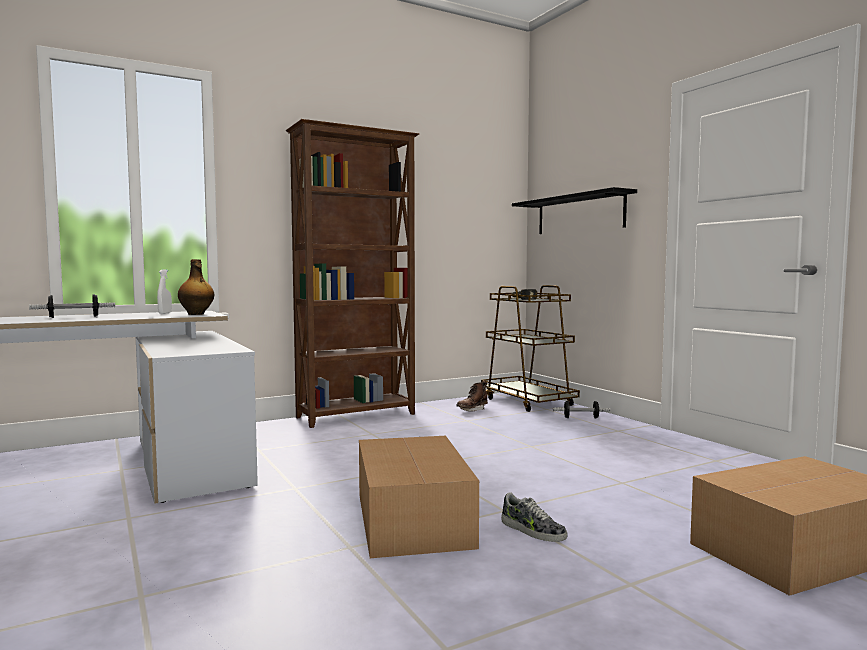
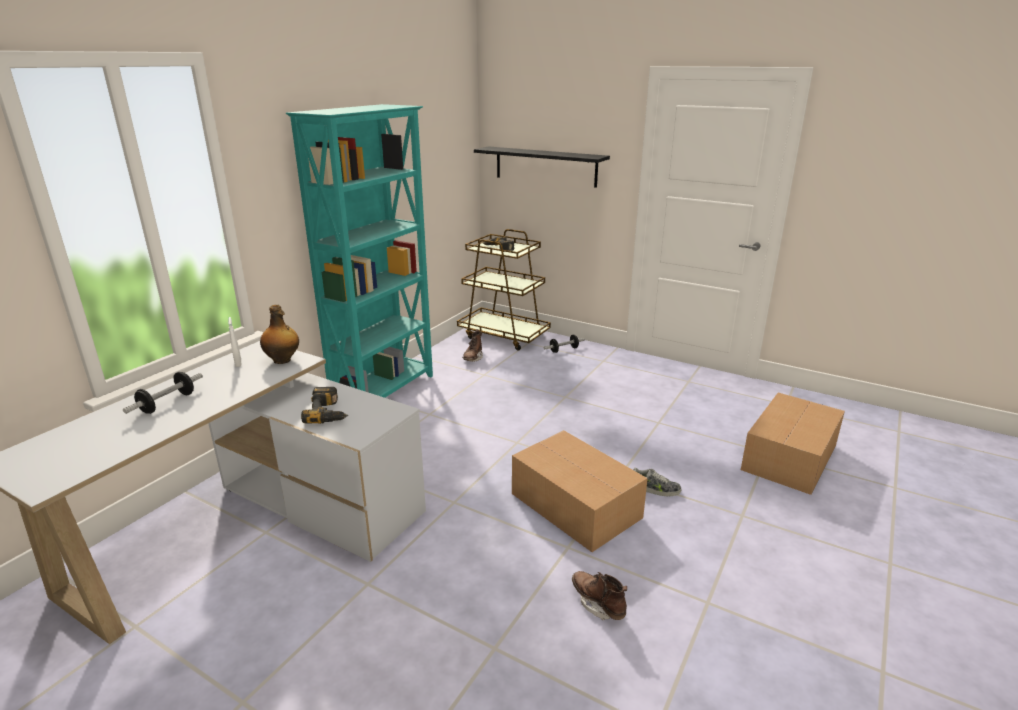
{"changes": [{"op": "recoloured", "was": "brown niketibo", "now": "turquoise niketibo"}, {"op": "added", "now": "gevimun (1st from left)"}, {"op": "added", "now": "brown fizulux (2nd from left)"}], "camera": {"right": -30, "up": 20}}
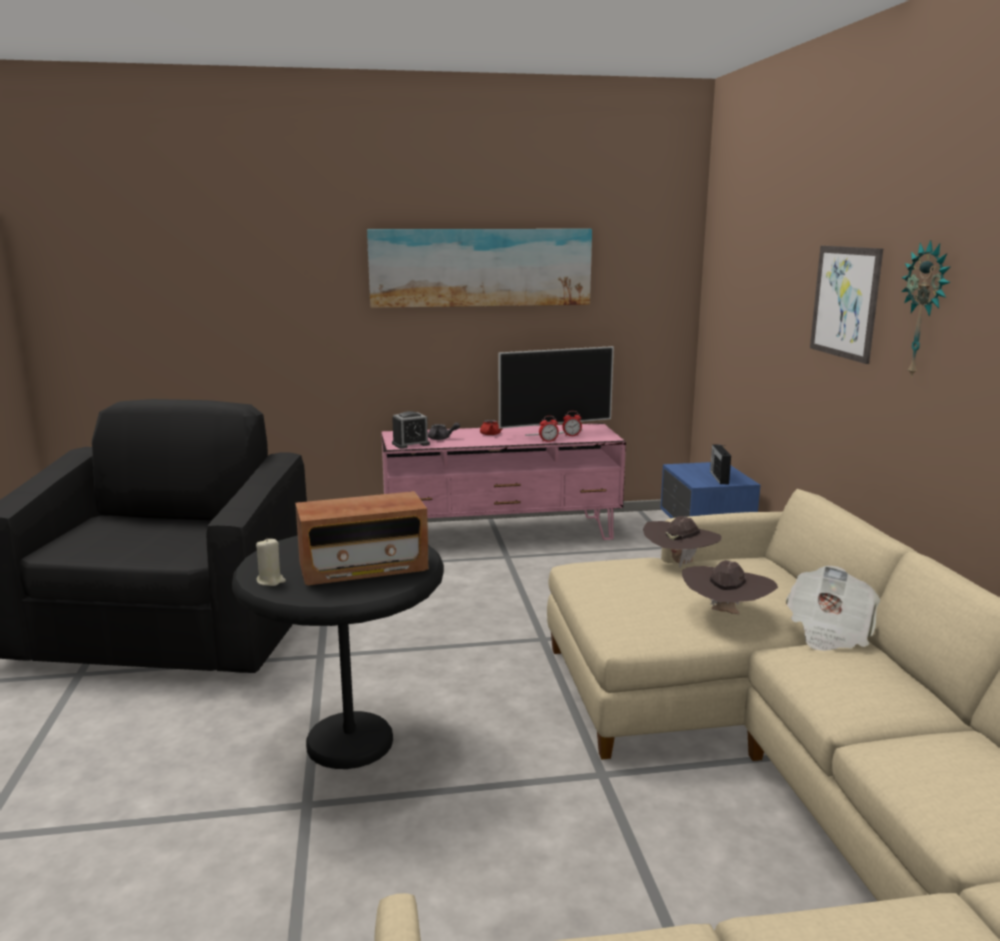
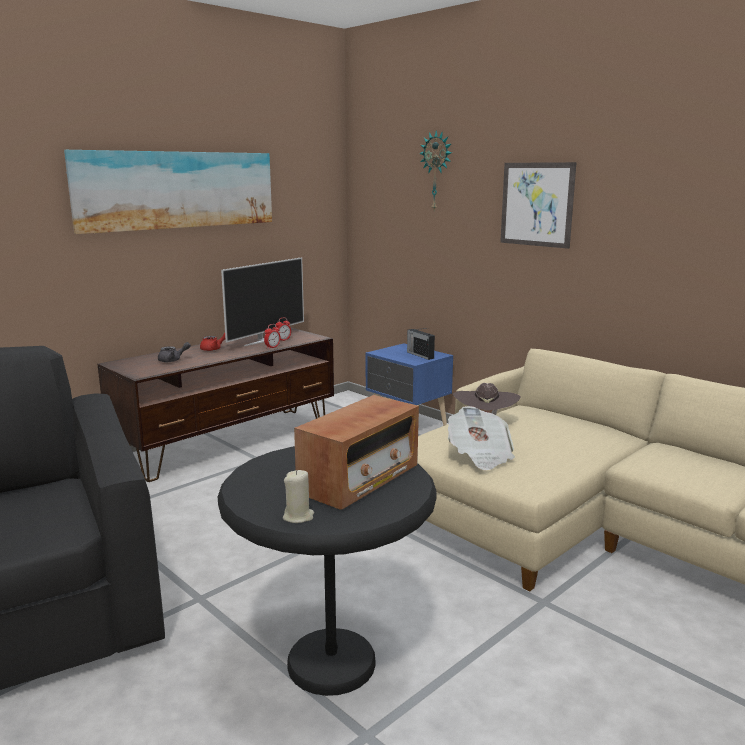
{"changes": [{"op": "moved", "was": "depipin"}, {"op": "removed", "was": "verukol (1st from left)"}, {"op": "recoloured", "was": "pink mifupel", "now": "brown mifupel"}, {"op": "removed", "was": "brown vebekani (2nd from left)"}, {"op": "moved", "was": "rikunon"}], "camera": {"right": -35, "up": 0}}
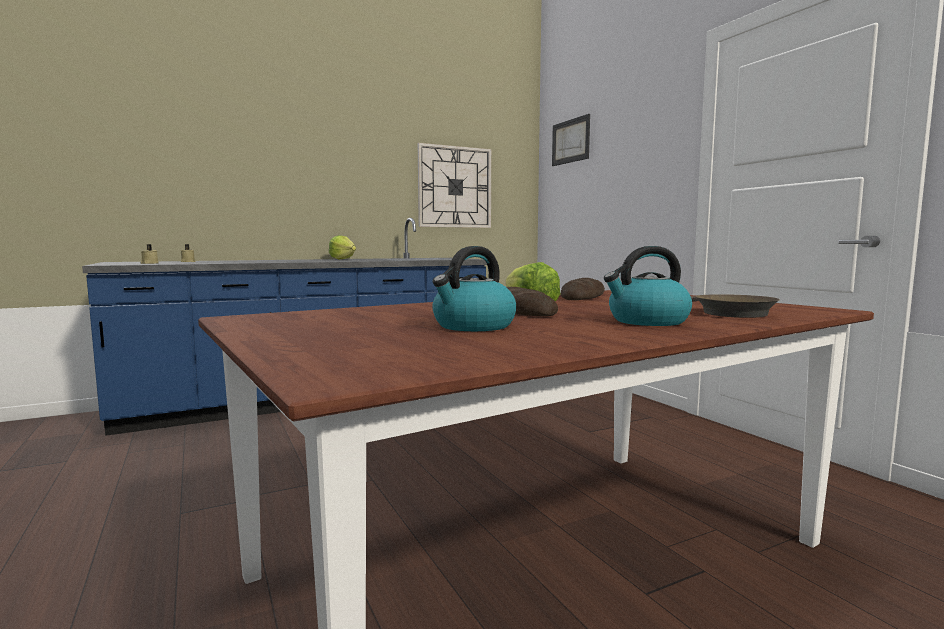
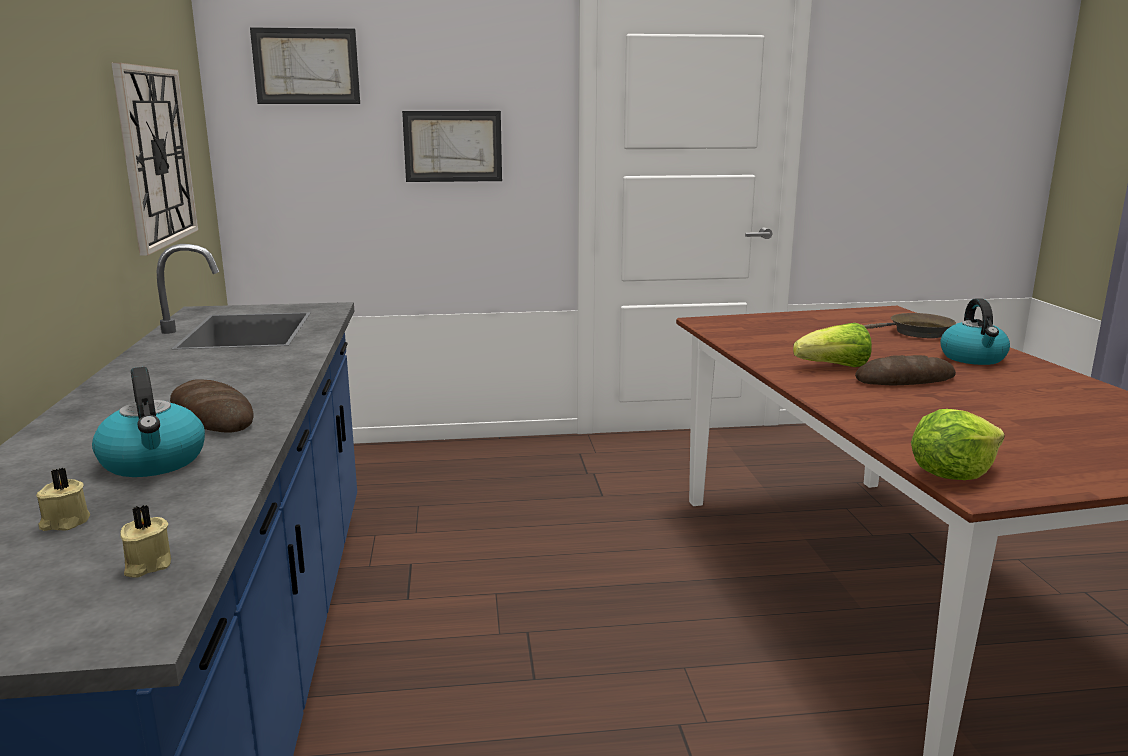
{"changes": [{"op": "moved", "was": "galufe (1st from left in the first image)", "now": "galufe (2nd from left)"}, {"op": "moved", "was": "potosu (1st from left)"}, {"op": "moved", "was": "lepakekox (2nd from left in the first image)", "now": "lepakekox (1st from left)"}, {"op": "added", "now": "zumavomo (2nd from left)"}], "camera": {"right": -70, "up": 10}}
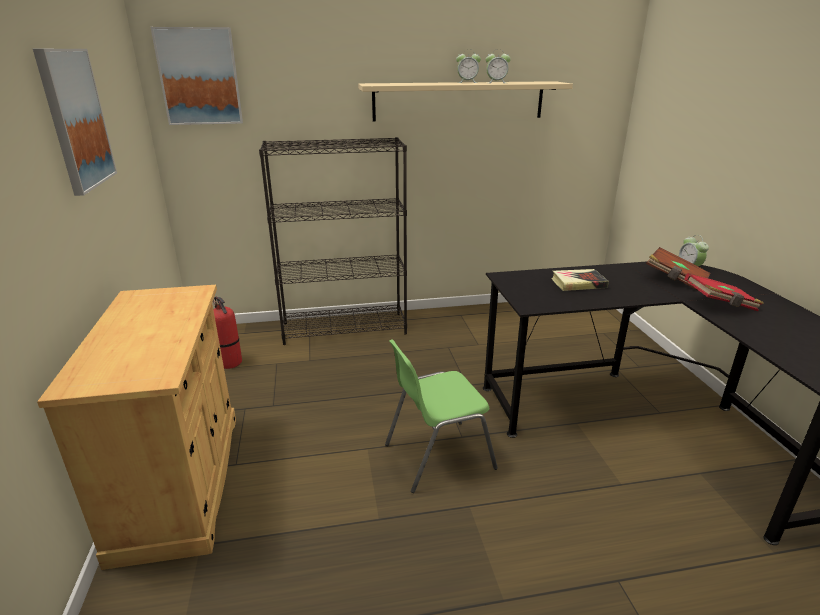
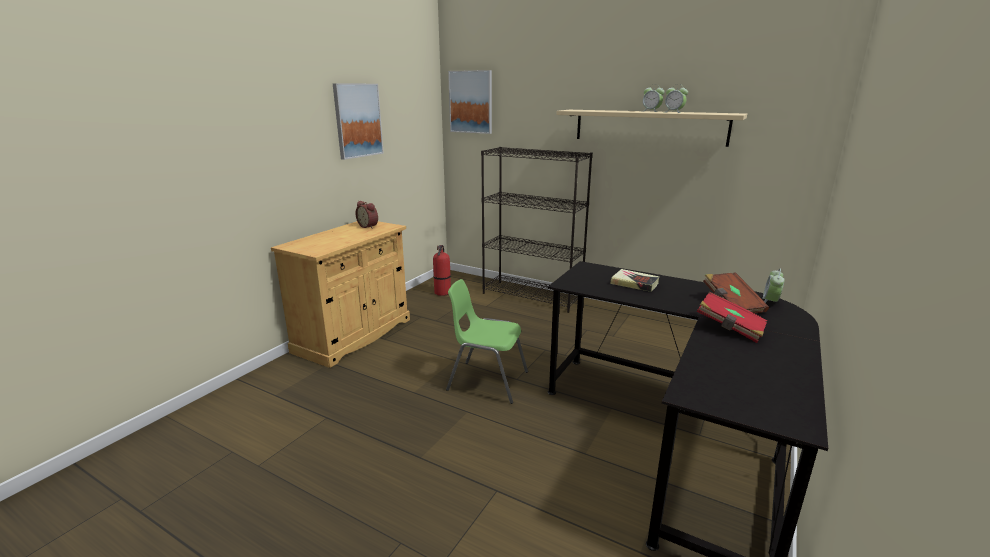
{"changes": [{"op": "added", "now": "verukol (1st from left)"}], "camera": {"right": 40, "up": -5}}
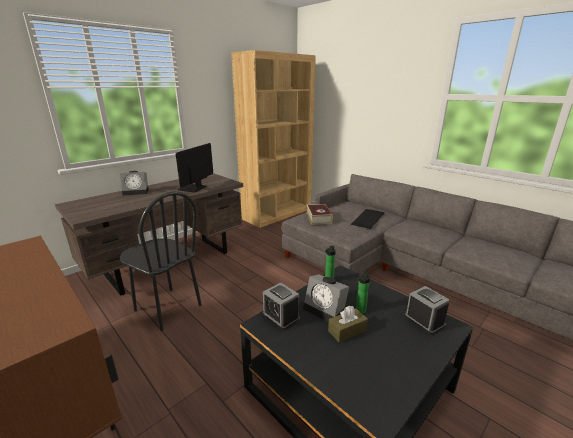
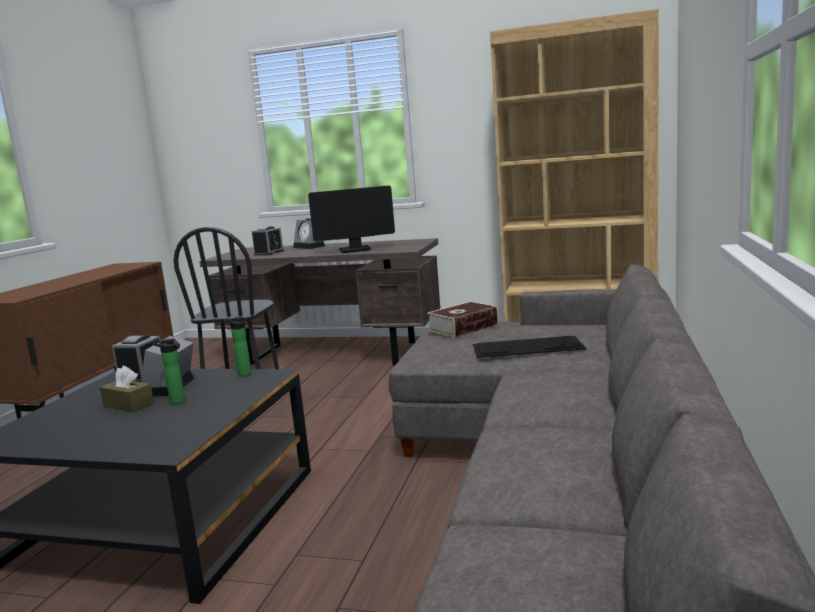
{"changes": [{"op": "moved", "was": "verukol (4th from left in the first image)", "now": "verukol (3rd from left)"}], "camera": {"right": 60, "up": -10}}
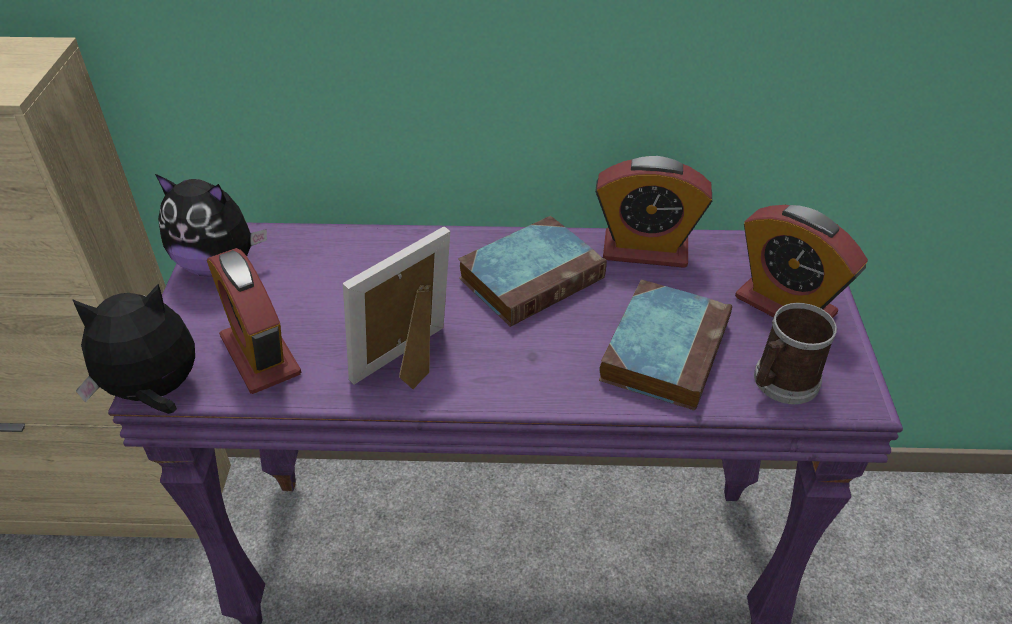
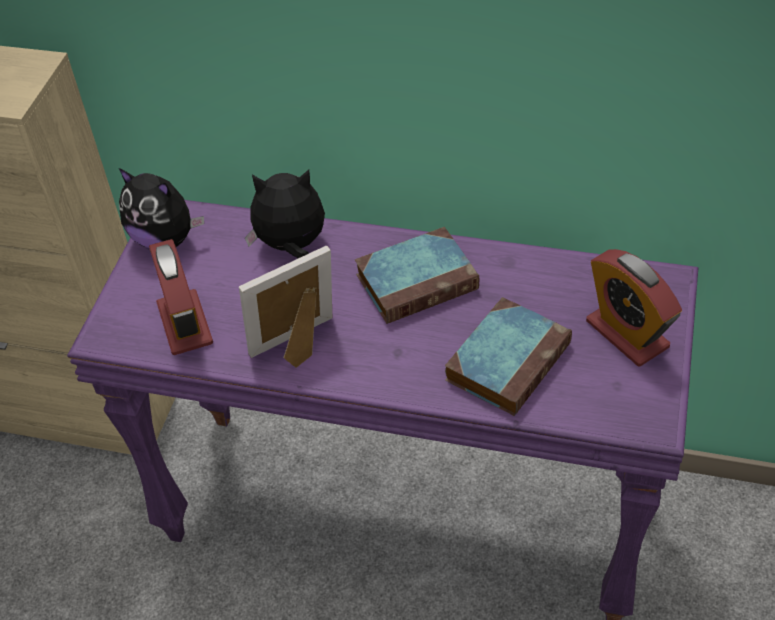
{"changes": [{"op": "removed", "was": "verukol (2nd from left)"}, {"op": "moved", "was": "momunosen (1st from left in the first image)", "now": "momunosen (2nd from left)"}, {"op": "removed", "was": "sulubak"}], "camera": {"right": 15, "up": 5}}
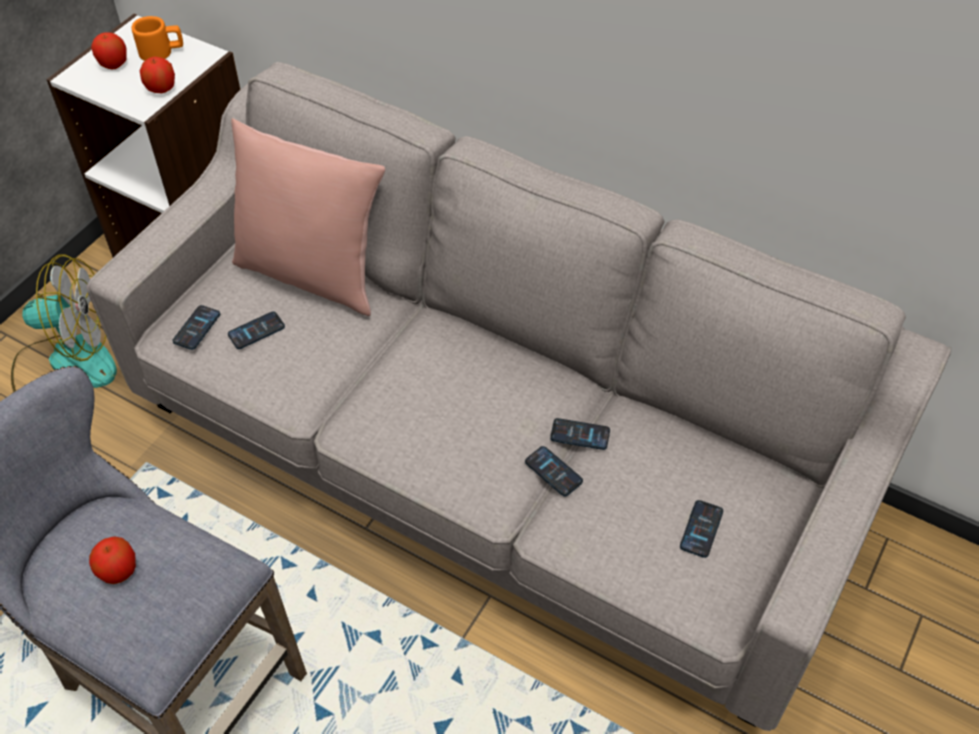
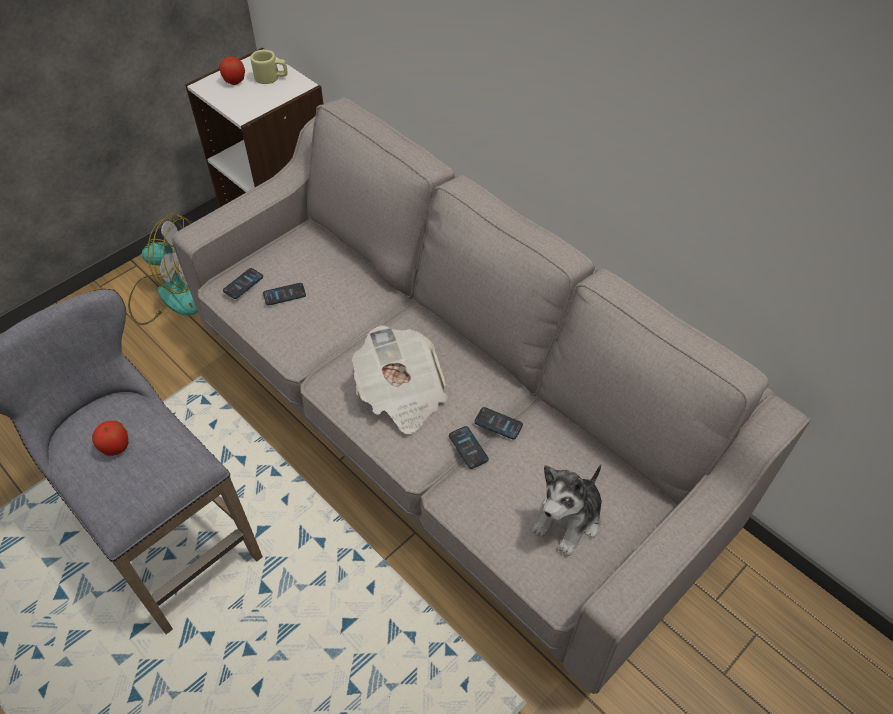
{"changes": [{"op": "recoloured", "was": "orange sulubak", "now": "beige sulubak"}, {"op": "removed", "was": "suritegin (3rd from left)"}, {"op": "removed", "was": "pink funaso"}, {"op": "replaced", "was": "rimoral (5th from left)", "now": "momunosen"}, {"op": "added", "now": "rikunon"}], "camera": {"right": 15, "up": 0}}
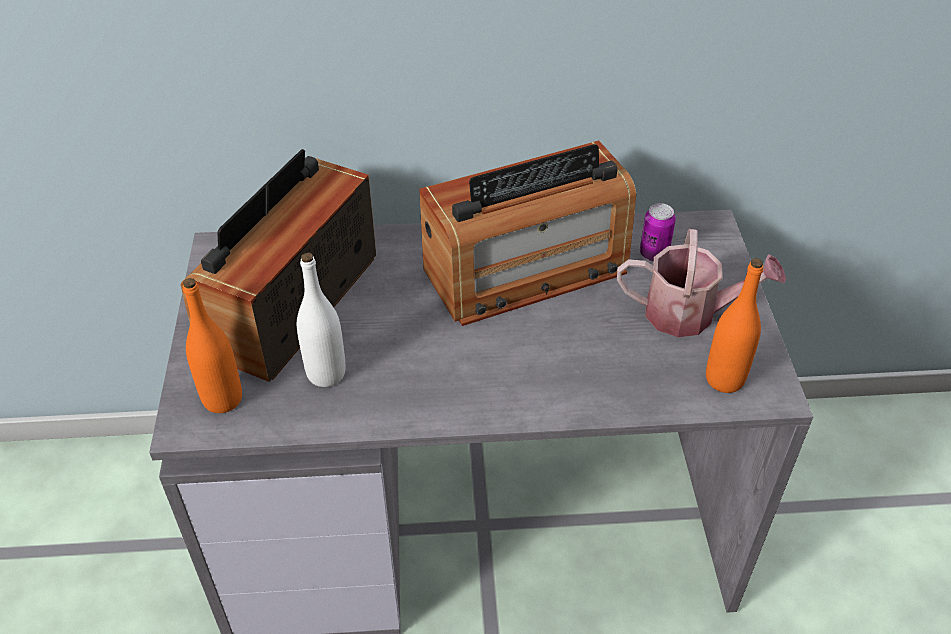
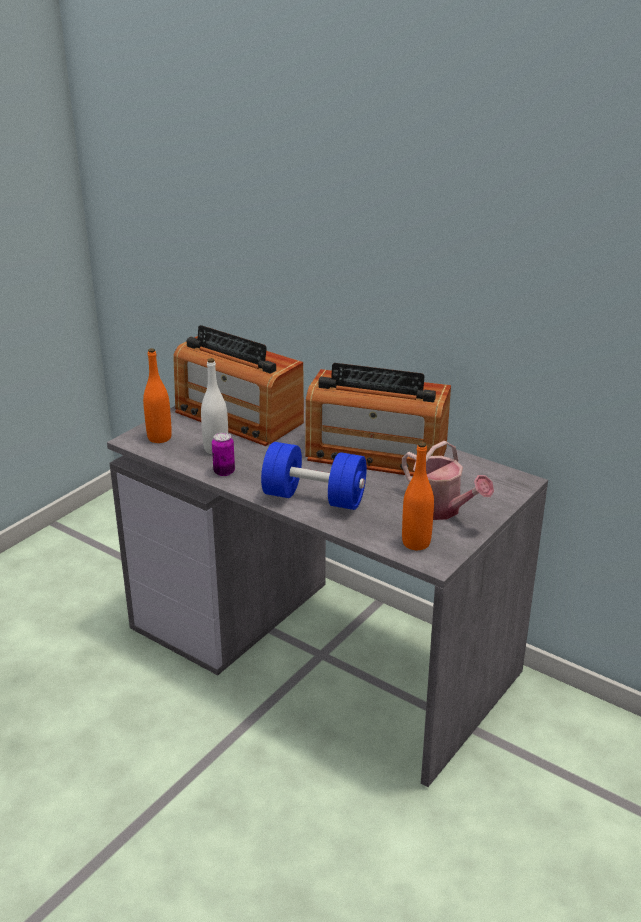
{"changes": [{"op": "turned", "was": "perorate (1st from left)", "clockwise": -120}, {"op": "moved", "was": "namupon"}, {"op": "added", "now": "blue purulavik"}], "camera": {"right": 40, "up": -15}}
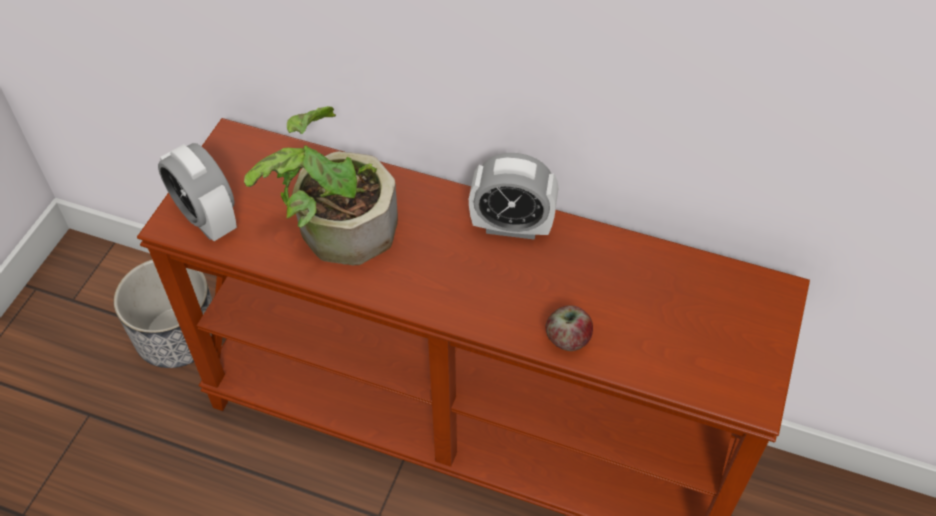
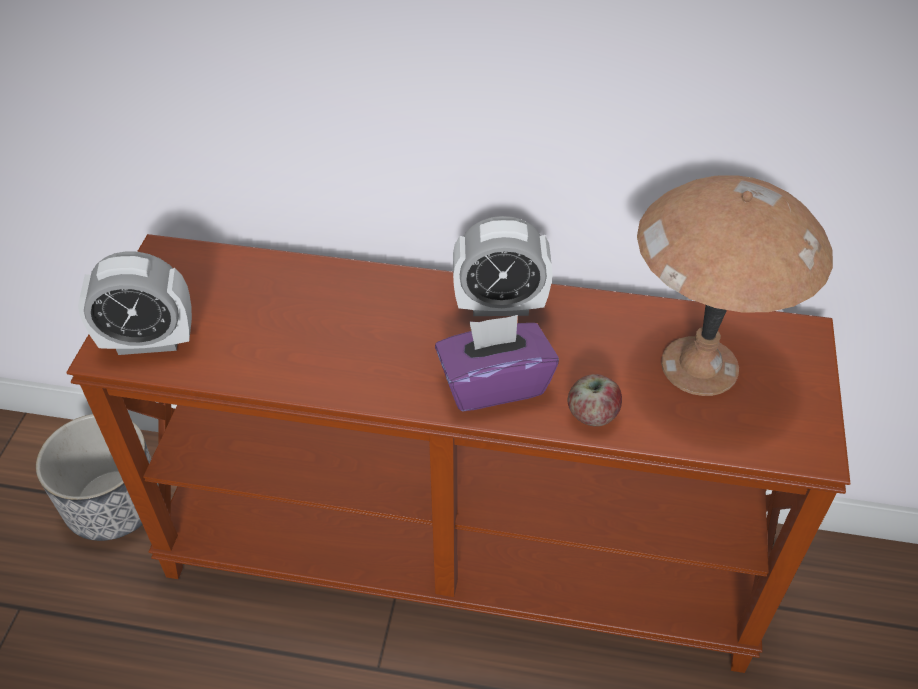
{"changes": [{"op": "removed", "was": "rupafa"}, {"op": "turned", "was": "verukol (1st from left)", "clockwise": -45}, {"op": "added", "now": "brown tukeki"}, {"op": "added", "now": "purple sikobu"}], "camera": {"right": -10, "up": -5}}
